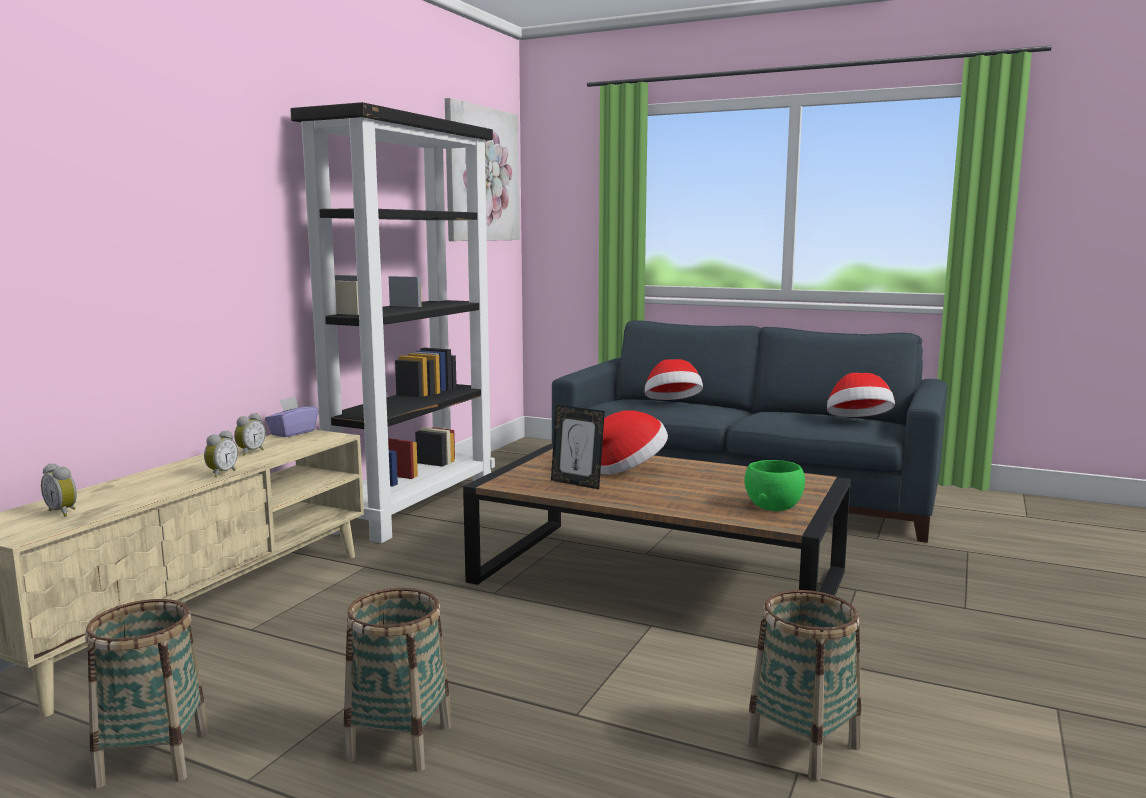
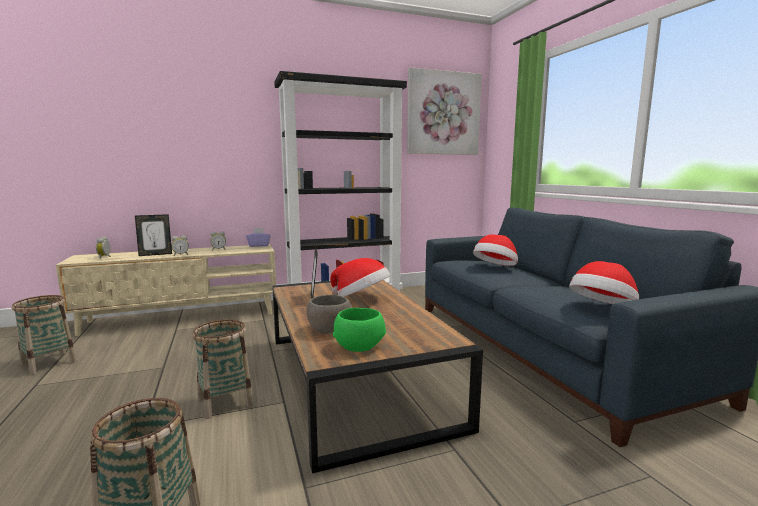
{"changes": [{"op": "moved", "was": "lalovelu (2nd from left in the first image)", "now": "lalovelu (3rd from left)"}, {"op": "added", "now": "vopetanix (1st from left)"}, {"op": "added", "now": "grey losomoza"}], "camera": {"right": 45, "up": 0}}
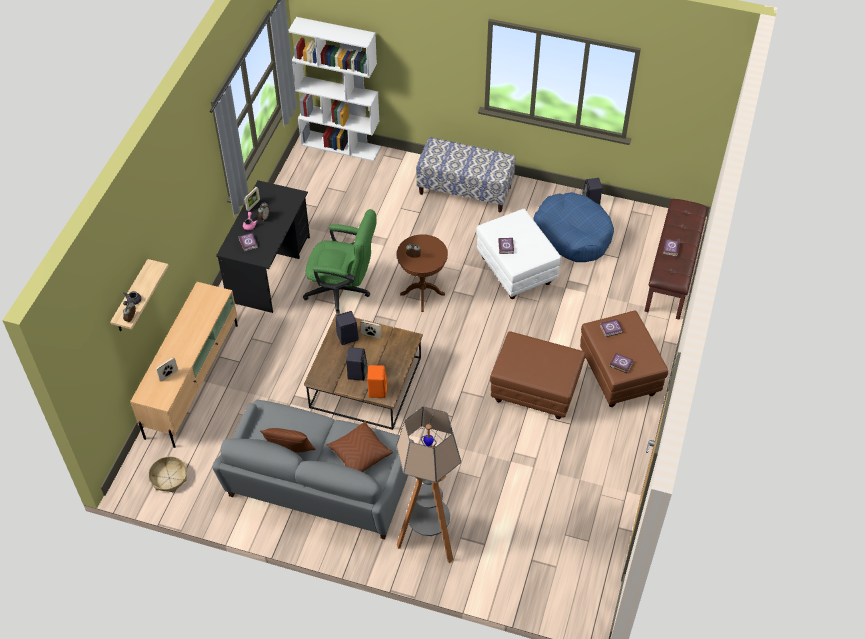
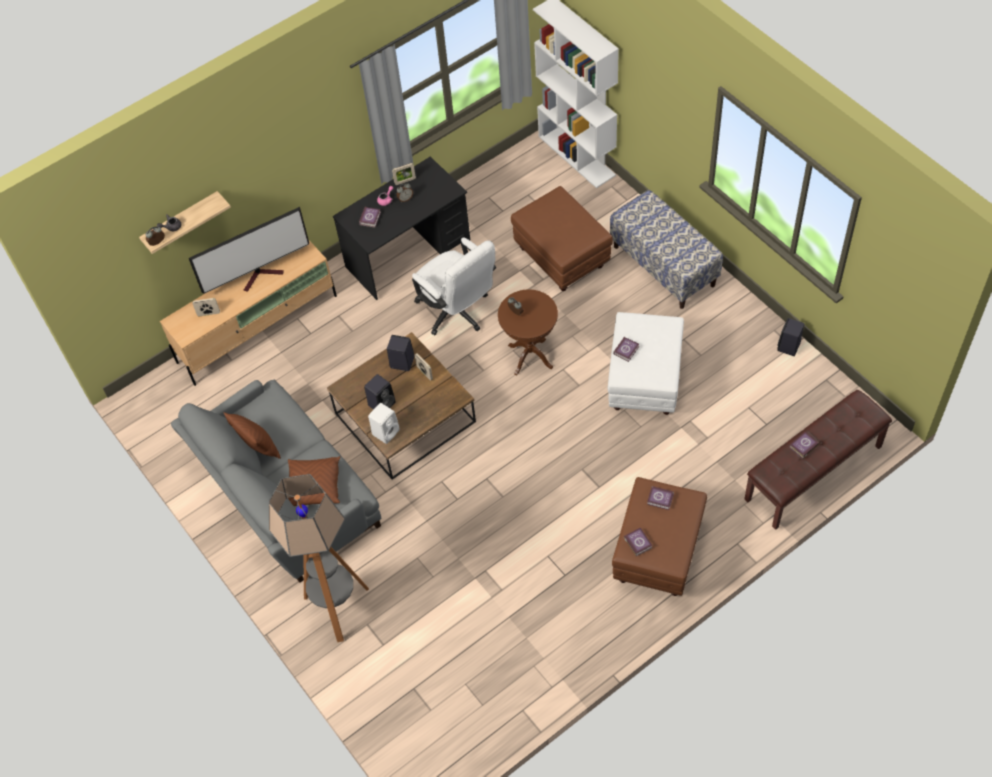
{"changes": [{"op": "removed", "was": "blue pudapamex"}, {"op": "recoloured", "was": "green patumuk", "now": "white patumuk"}, {"op": "moved", "was": "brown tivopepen (1st from left)"}, {"op": "recoloured", "was": "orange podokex", "now": "white podokex"}, {"op": "removed", "was": "lalovelu"}, {"op": "added", "now": "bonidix"}], "camera": {"right": 40, "up": 5}}
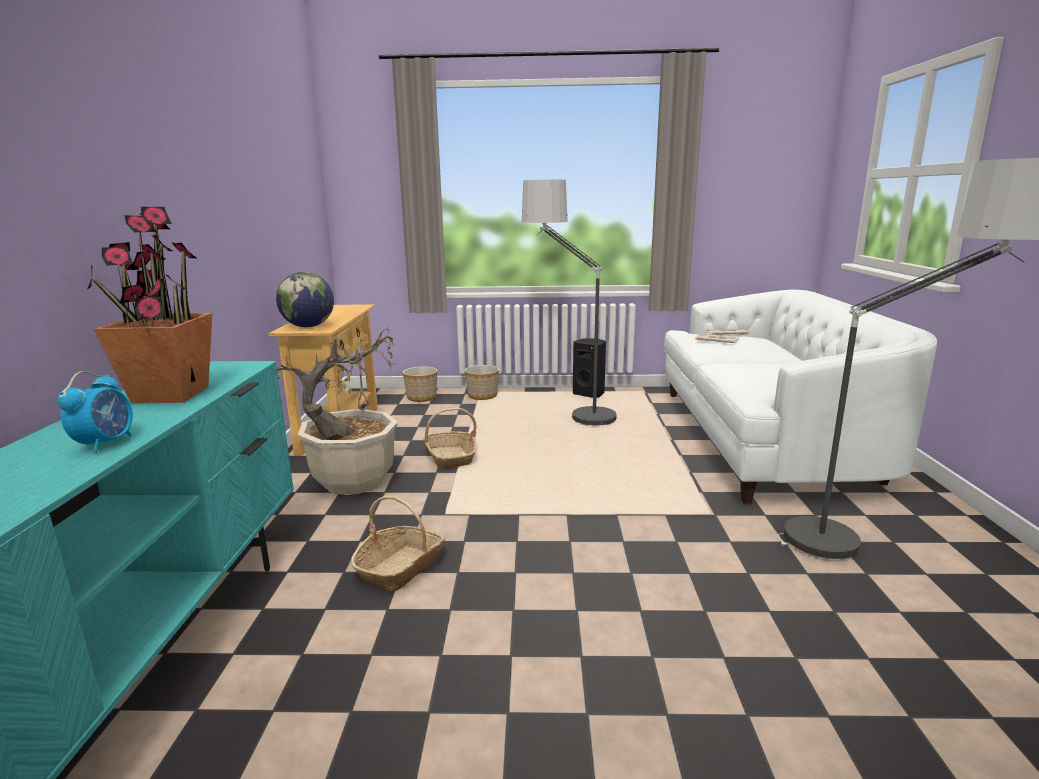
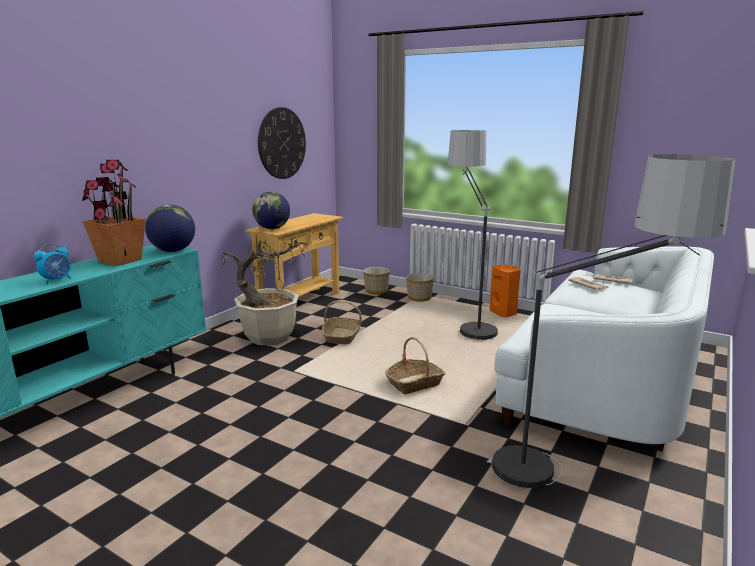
{"changes": [{"op": "recoloured", "was": "black podokex", "now": "orange podokex"}, {"op": "moved", "was": "lalovelu (1st from left in the first image)", "now": "lalovelu (2nd from left)"}, {"op": "added", "now": "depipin"}, {"op": "added", "now": "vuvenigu (1st from left)"}], "camera": {"right": 30, "up": 0}}
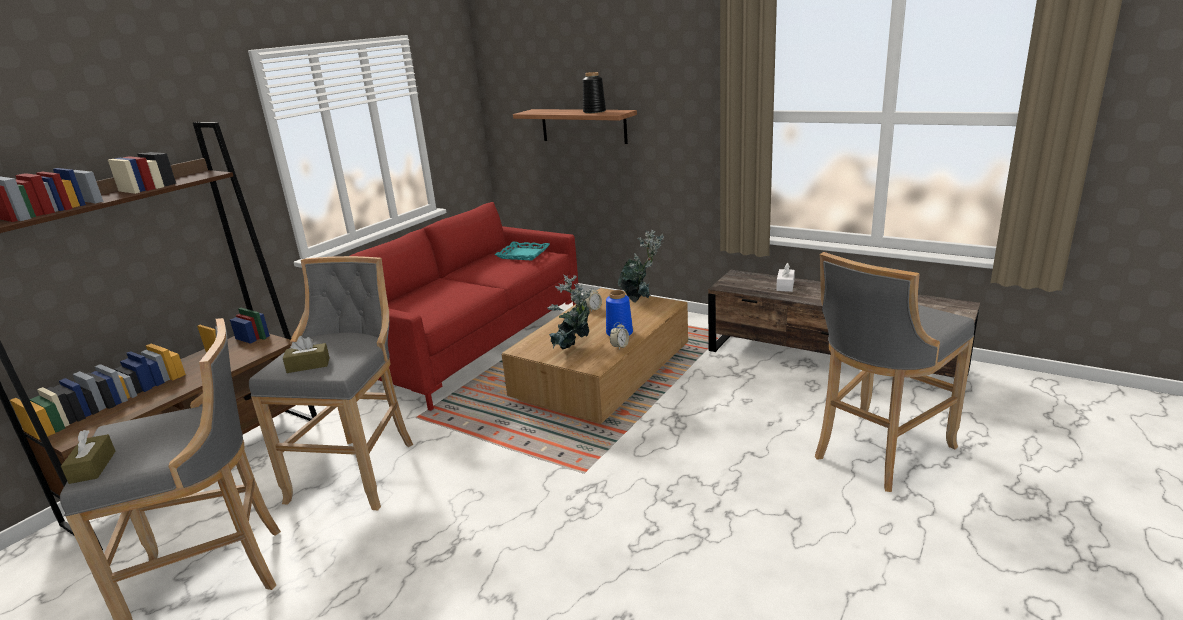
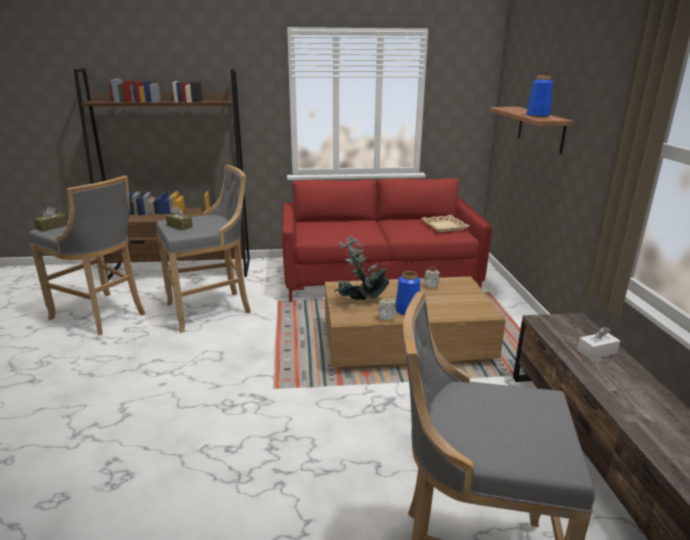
{"changes": [{"op": "recoloured", "was": "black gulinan", "now": "blue gulinan (2nd from left)"}, {"op": "removed", "was": "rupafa (2nd from left)"}, {"op": "recoloured", "was": "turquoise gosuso", "now": "beige gosuso"}], "camera": {"right": 50, "up": 0}}
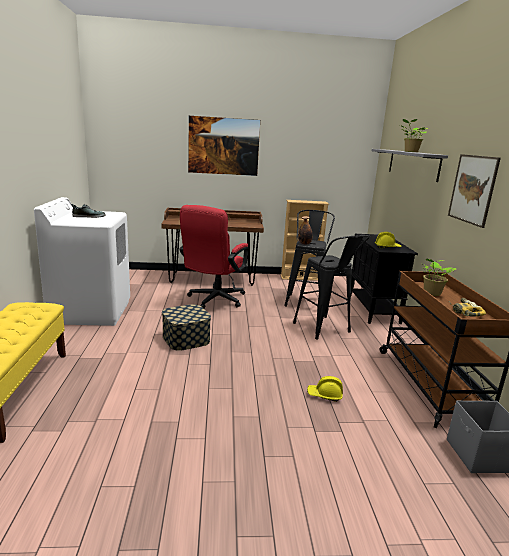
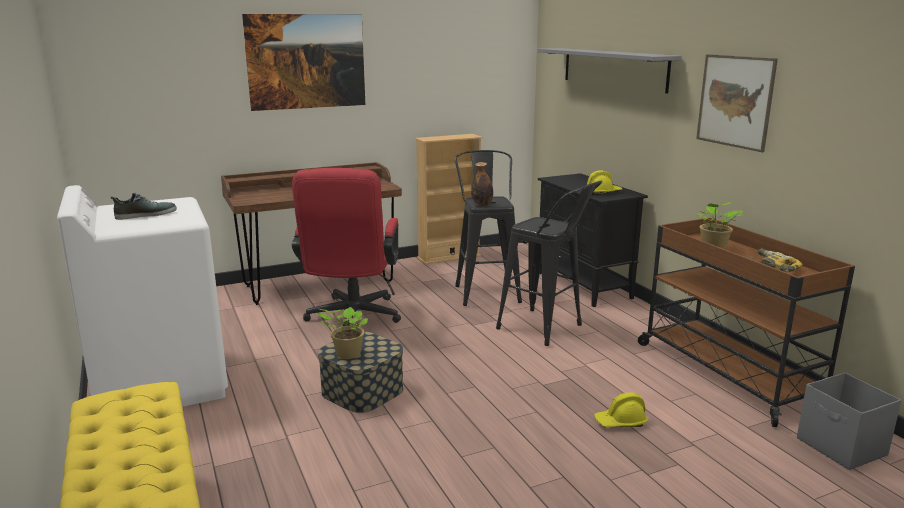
{"changes": [{"op": "moved", "was": "rupafa (1st from left)"}], "camera": {"right": -20, "up": 0}}
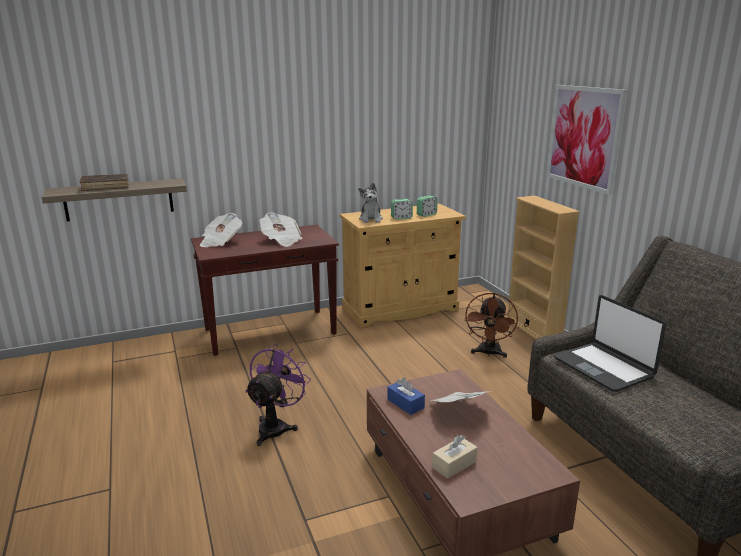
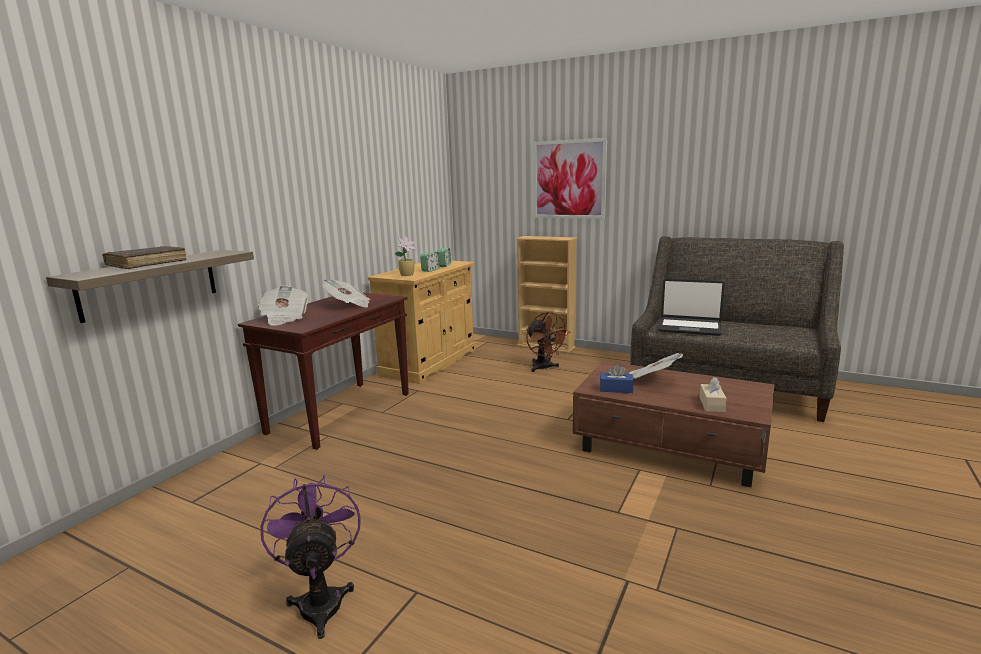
{"changes": [{"op": "replaced", "was": "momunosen", "now": "rupafa"}, {"op": "moved", "was": "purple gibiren"}], "camera": {"right": -40, "up": -5}}
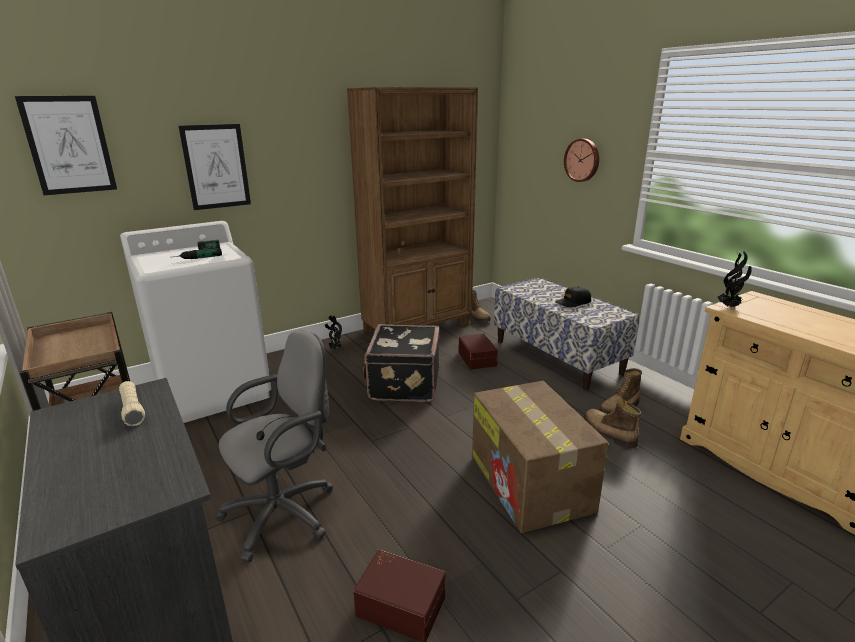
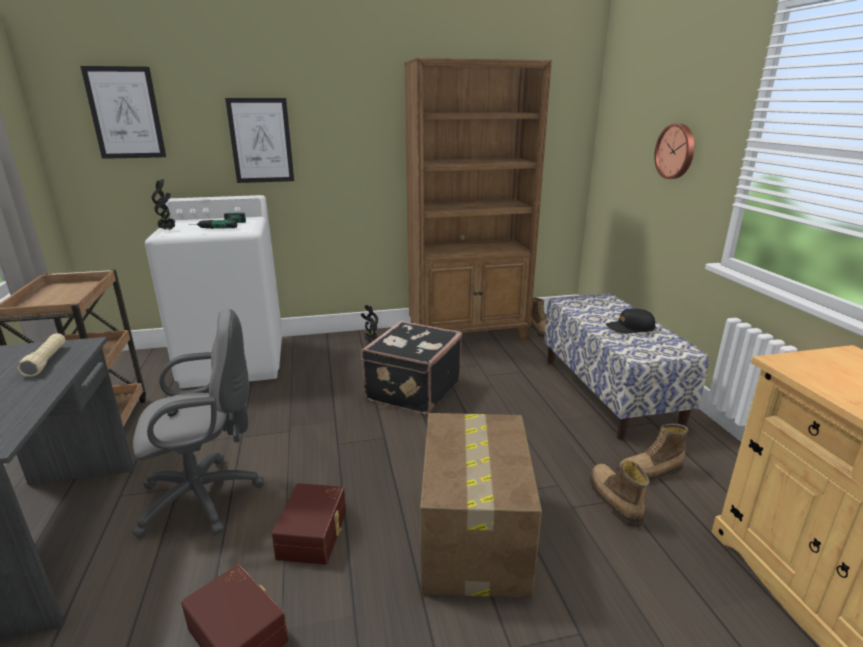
{"changes": [{"op": "moved", "was": "rupafa (2nd from left in the first image)", "now": "rupafa (1st from left)"}, {"op": "moved", "was": "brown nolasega (2nd from left)"}], "camera": {"right": 20, "up": 0}}
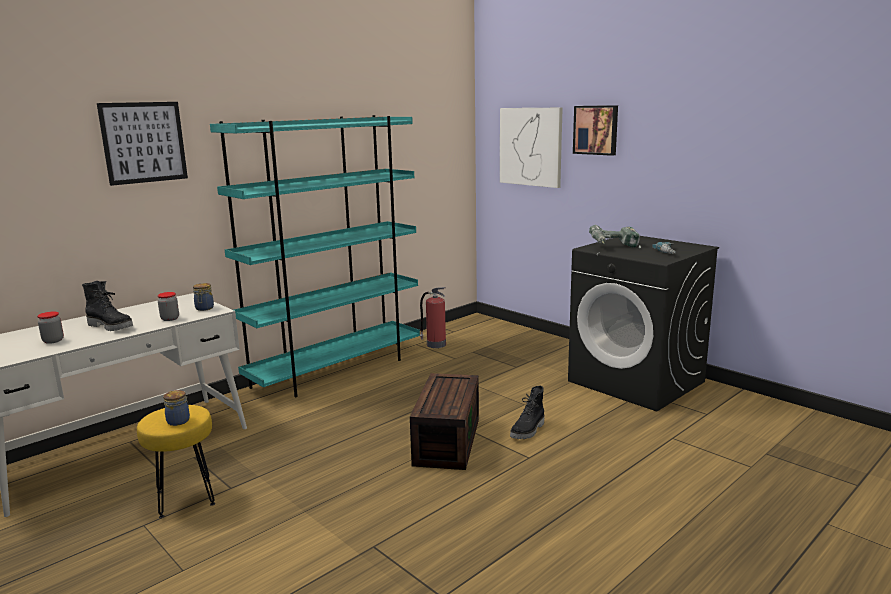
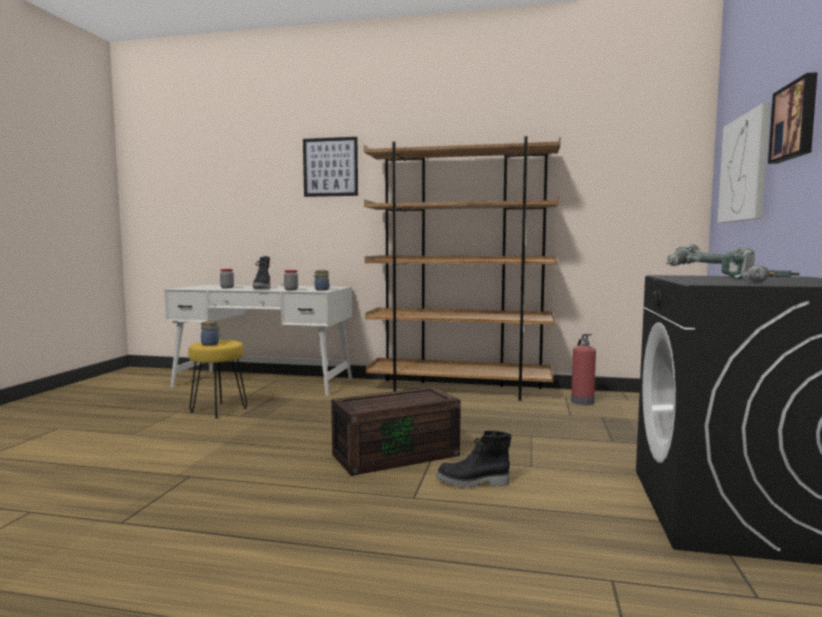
{"changes": [{"op": "recoloured", "was": "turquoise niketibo", "now": "brown niketibo"}], "camera": {"right": 55, "up": -10}}
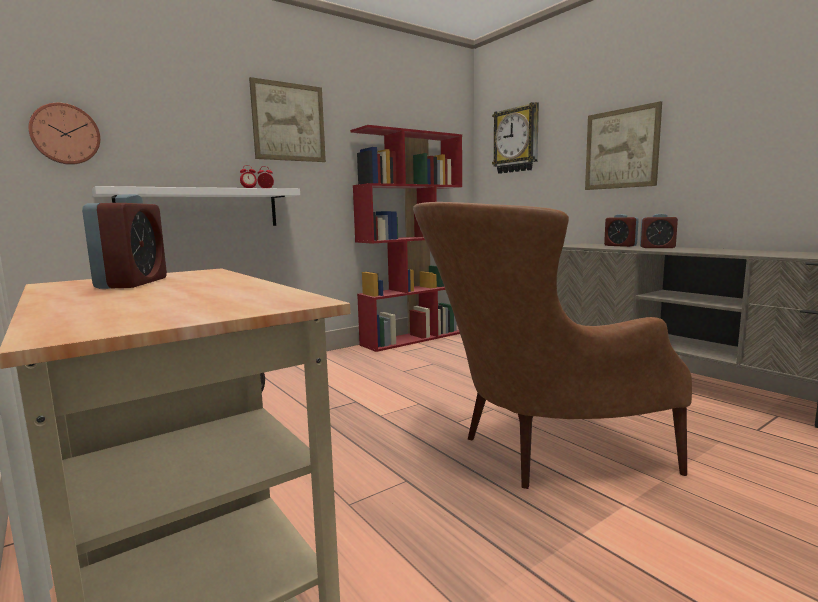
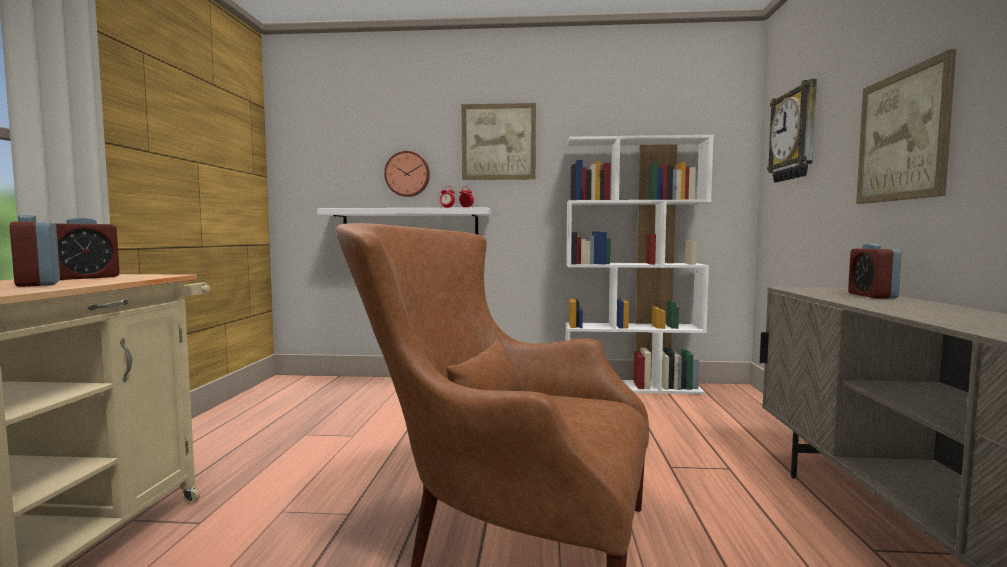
{"changes": [{"op": "moved", "was": "depipin (1st from left)"}, {"op": "recoloured", "was": "red niketibo", "now": "white niketibo"}, {"op": "moved", "was": "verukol (5th from left in the first image)", "now": "verukol (1st from left)"}], "camera": {"right": 40, "up": -5}}
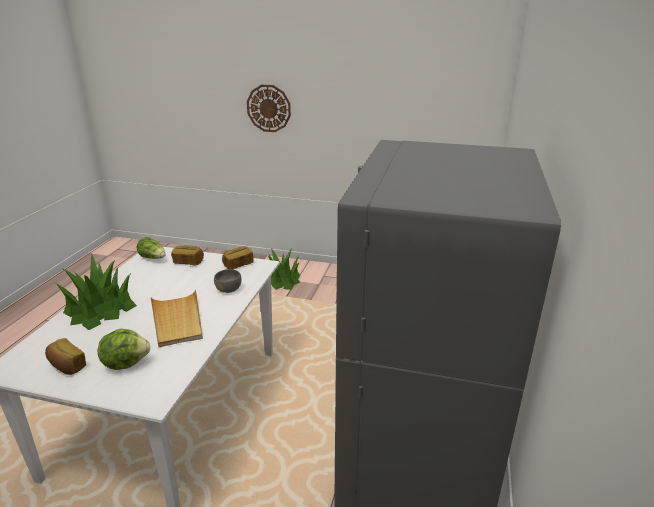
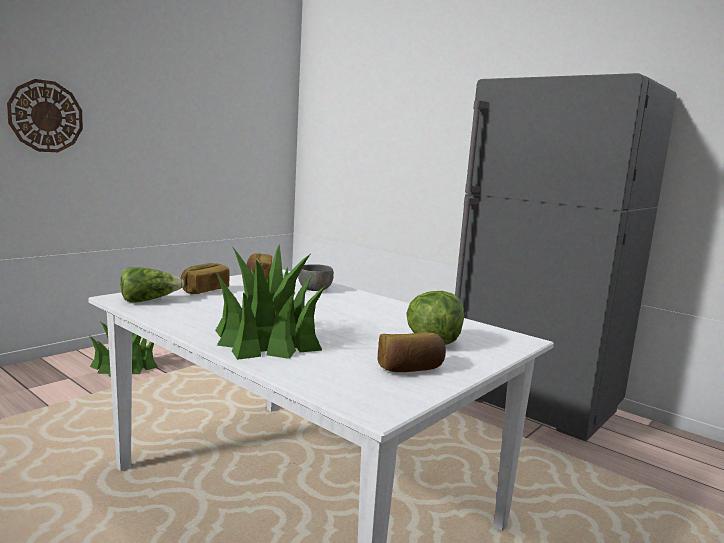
{"changes": [{"op": "removed", "was": "beige gosuso"}], "camera": {"right": -65, "up": -15}}
